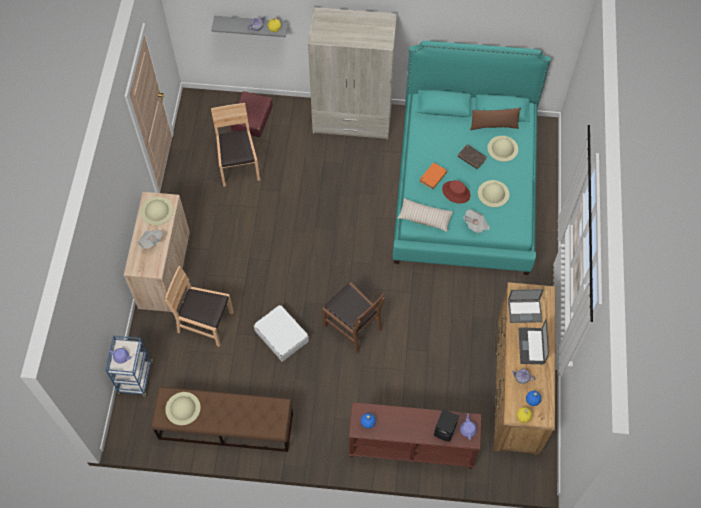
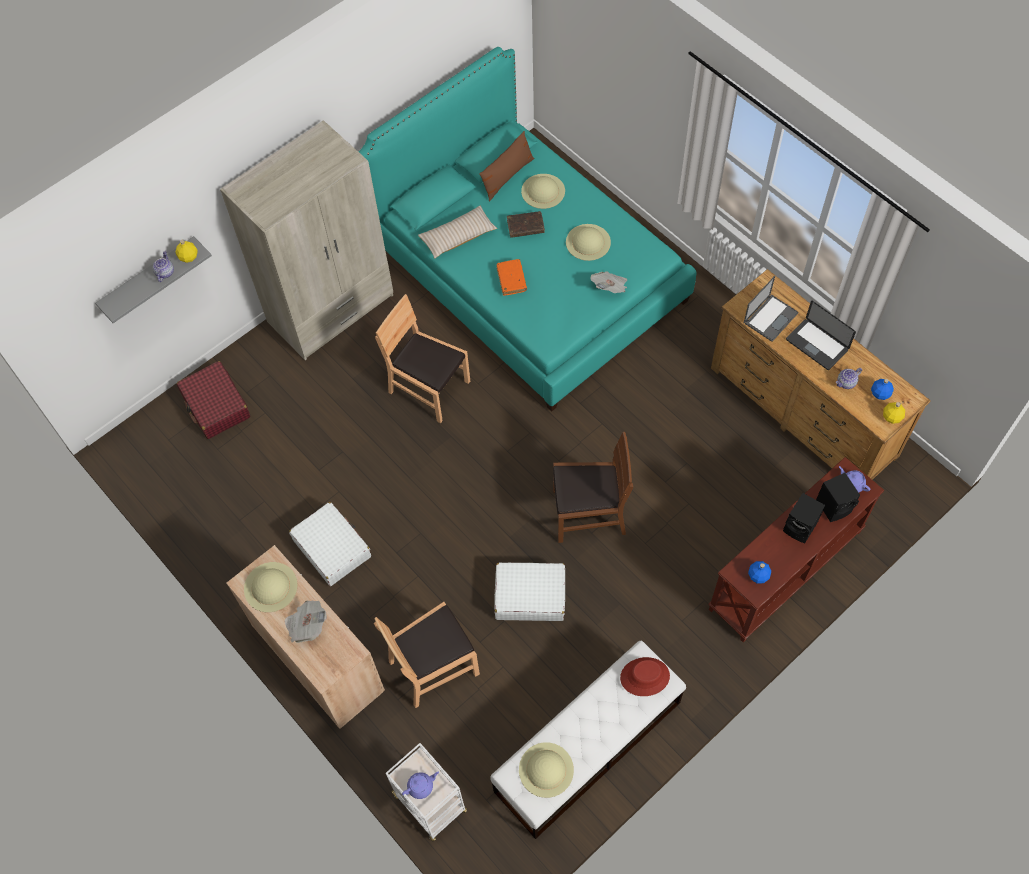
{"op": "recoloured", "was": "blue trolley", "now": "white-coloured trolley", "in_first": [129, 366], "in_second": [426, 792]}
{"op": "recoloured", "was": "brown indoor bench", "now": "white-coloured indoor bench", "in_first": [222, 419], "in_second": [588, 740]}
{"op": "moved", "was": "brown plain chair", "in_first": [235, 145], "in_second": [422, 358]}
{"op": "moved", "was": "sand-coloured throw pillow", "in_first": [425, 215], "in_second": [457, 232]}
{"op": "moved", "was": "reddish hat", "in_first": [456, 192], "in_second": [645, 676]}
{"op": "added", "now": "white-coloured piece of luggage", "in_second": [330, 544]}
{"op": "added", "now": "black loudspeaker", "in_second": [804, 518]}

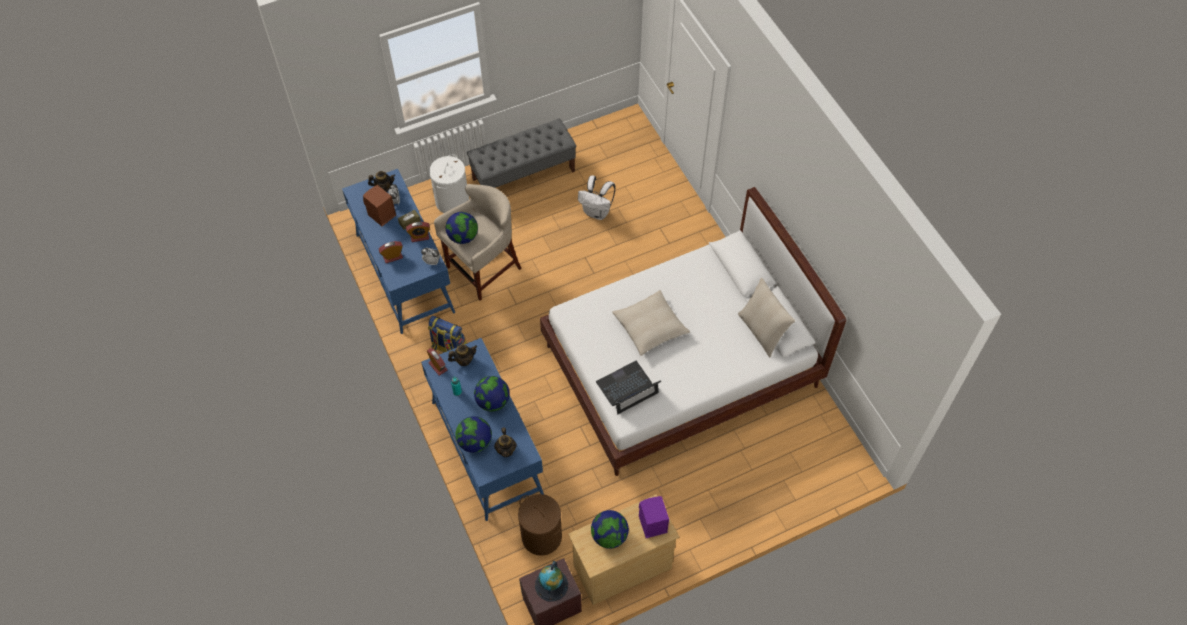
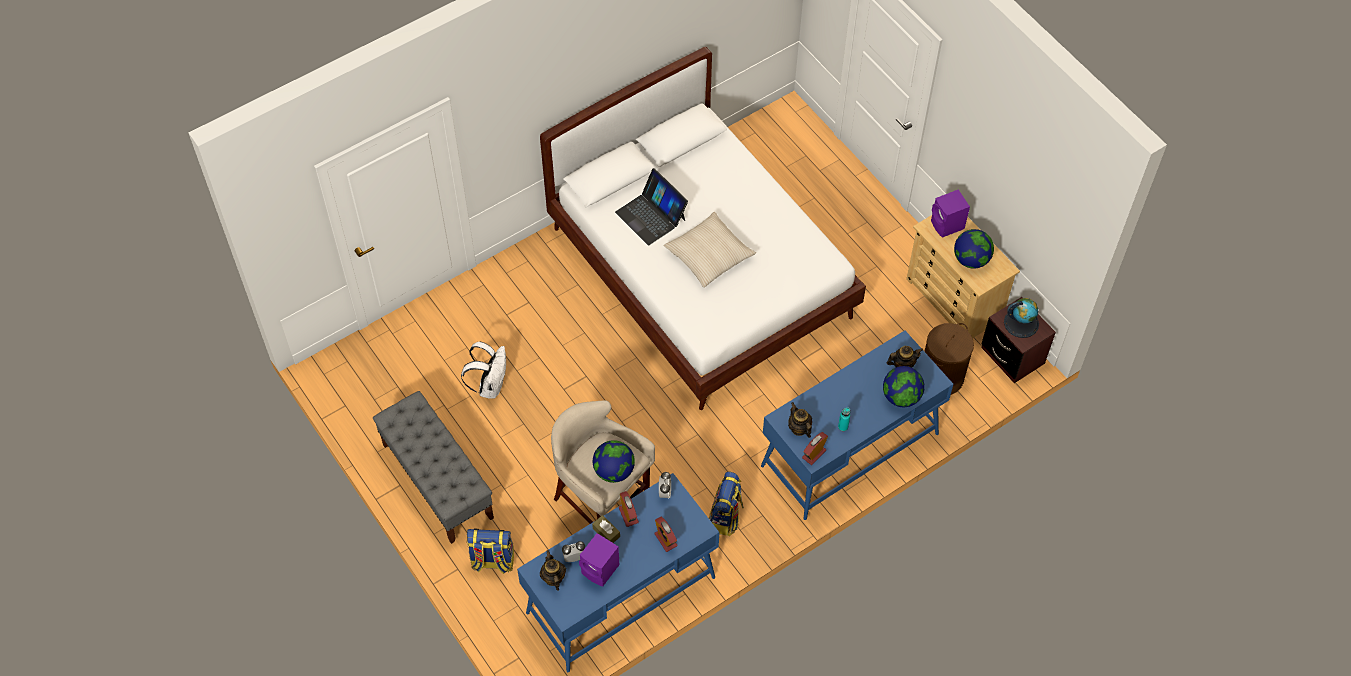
{"op": "recoloured", "was": "brown loudspeaker", "now": "purple-coloured loudspeaker", "in_first": [379, 205], "in_second": [599, 560]}
{"op": "replaced", "was": "white-coloured washing basket", "now": "backpack", "in_first": [449, 183], "in_second": [490, 551]}
{"op": "removed", "was": "world globe", "in_first": [492, 393]}
{"op": "moved", "was": "laptop", "in_first": [628, 387], "in_second": [651, 206]}
{"op": "removed", "was": "sand-coloured throw pillow", "in_first": [766, 317]}

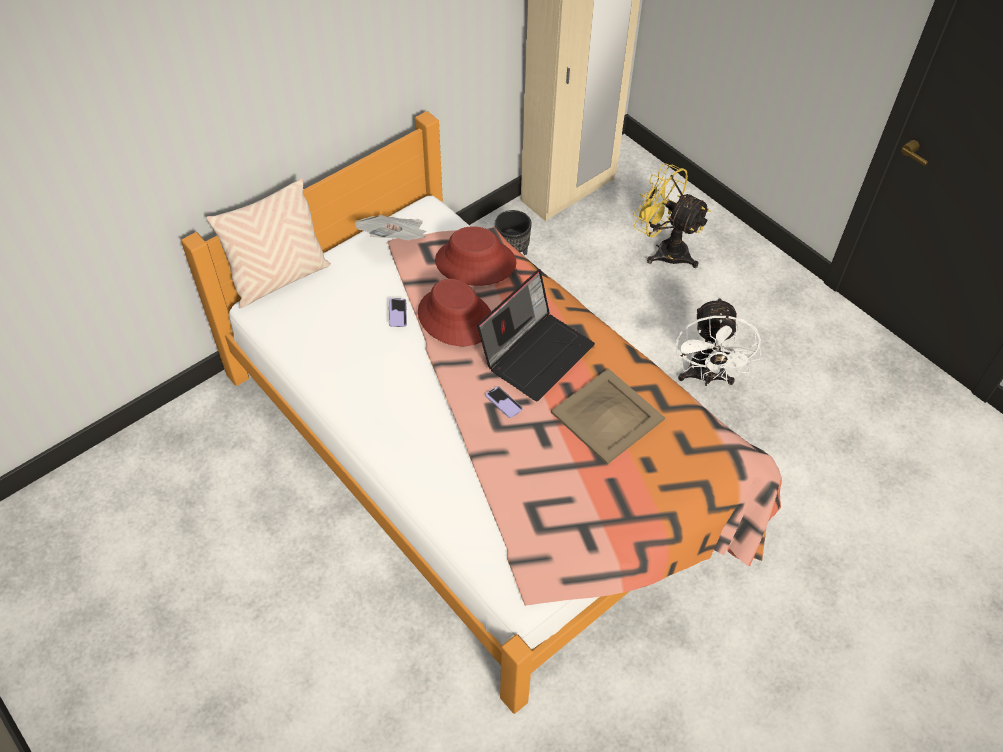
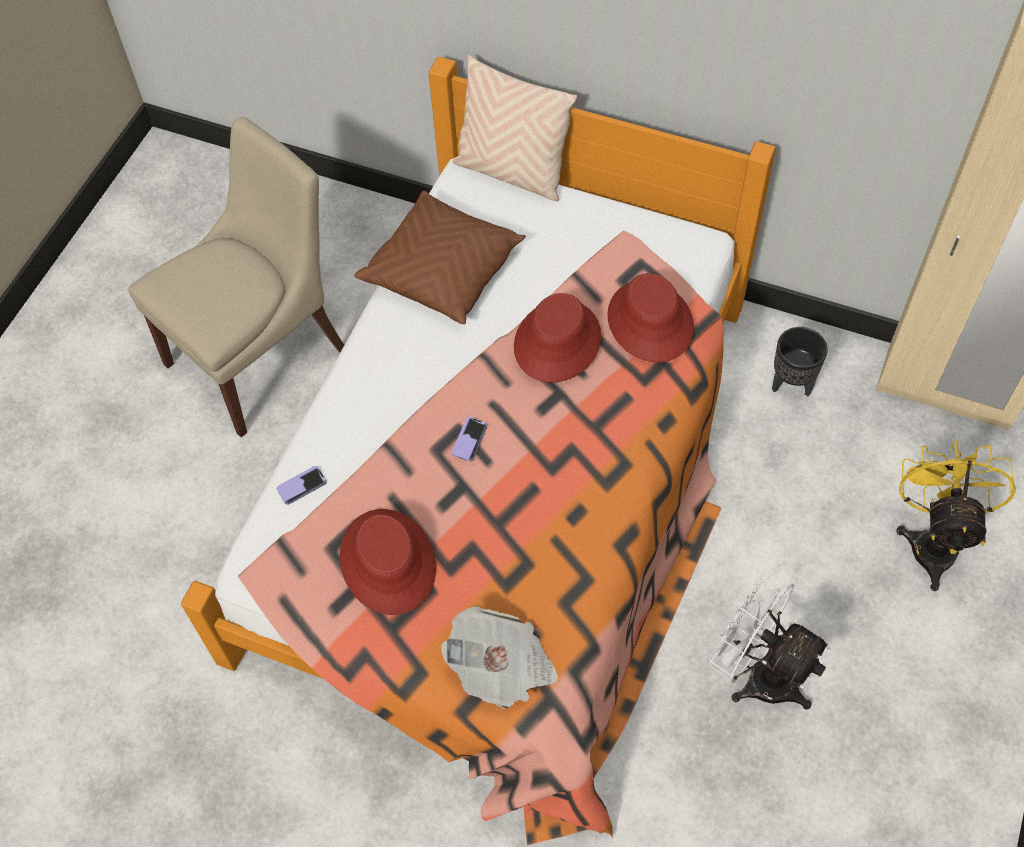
{"op": "moved", "was": "printed paper", "in_first": [390, 227], "in_second": [499, 657]}
{"op": "moved", "was": "telephone", "in_first": [398, 312], "in_second": [302, 485]}
{"op": "removed", "was": "laptop", "in_first": [536, 335]}
{"op": "removed", "was": "sand-coloured tray", "in_first": [608, 416]}
{"op": "turned", "was": "white-coloured cooling fan", "in_first": [718, 341], "in_second": [770, 640], "clockwise": 60}
{"op": "added", "now": "sand-coloured plain chair", "in_second": [236, 277]}
{"op": "added", "now": "reddish hat", "in_second": [388, 562]}
{"op": "added", "now": "brown throw pillow", "in_second": [440, 257]}

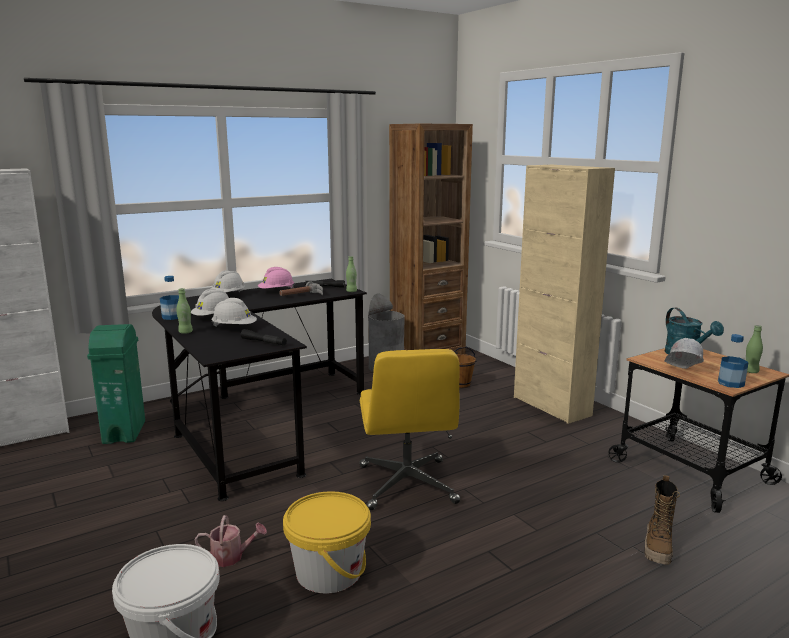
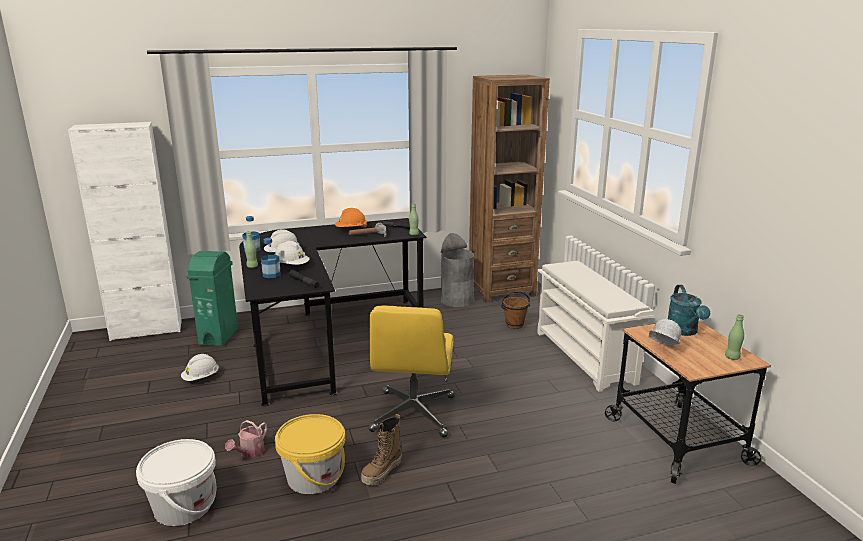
{"op": "turned", "was": "watering pot", "in_first": [231, 541], "in_second": [246, 439], "clockwise": 105}
{"op": "moved", "was": "white-coloured hard hat", "in_first": [228, 281], "in_second": [200, 367]}
{"op": "recoloured", "was": "pinkish hard hat", "now": "orangey hard hat", "in_first": [276, 278], "in_second": [351, 218]}
{"op": "replaced", "was": "sand-coloured cupboard", "now": "white-coloured shoe rack", "in_first": [564, 294], "in_second": [595, 326]}
{"op": "moved", "was": "high-top boot", "in_first": [662, 519], "in_second": [381, 449]}
{"op": "moved", "was": "bottle", "in_first": [733, 361], "in_second": [271, 258]}

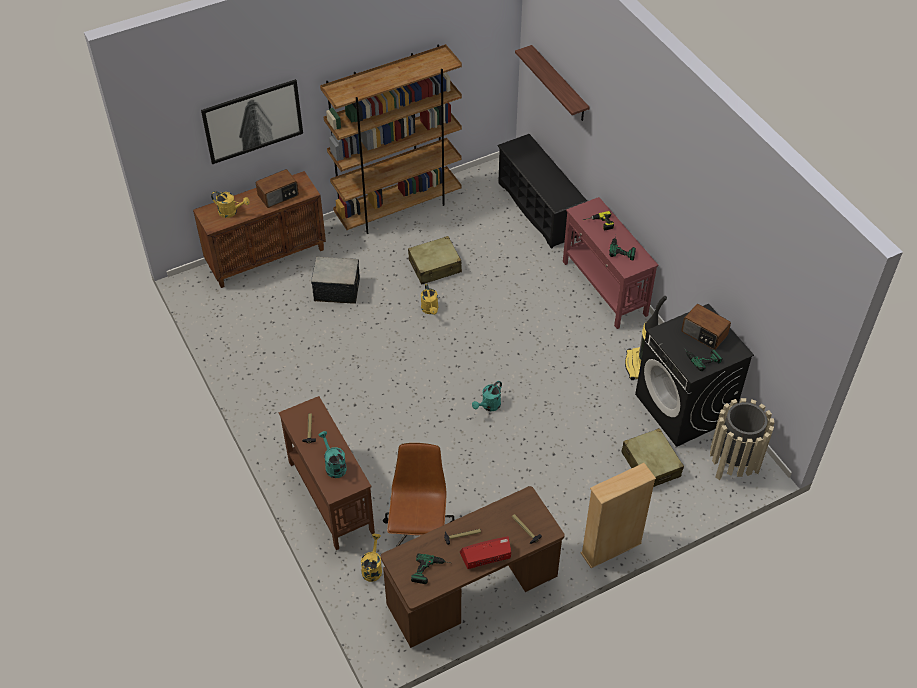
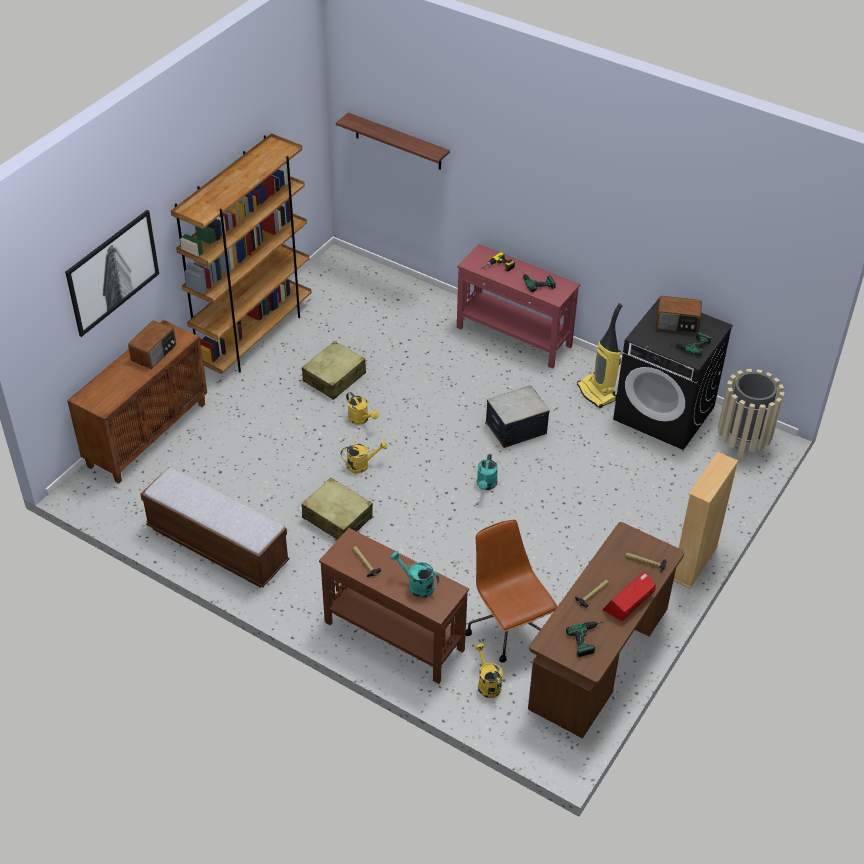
{"op": "moved", "was": "yellowish watering pot", "in_first": [230, 204], "in_second": [364, 457]}
{"op": "moved", "was": "storage box", "in_first": [335, 280], "in_second": [517, 416]}
{"op": "removed", "was": "black shoe rack", "in_first": [542, 191]}
{"op": "moved", "was": "sand-coloured piece of luggage", "in_first": [652, 457], "in_second": [337, 509]}
{"op": "added", "now": "indoor bench", "in_second": [214, 527]}

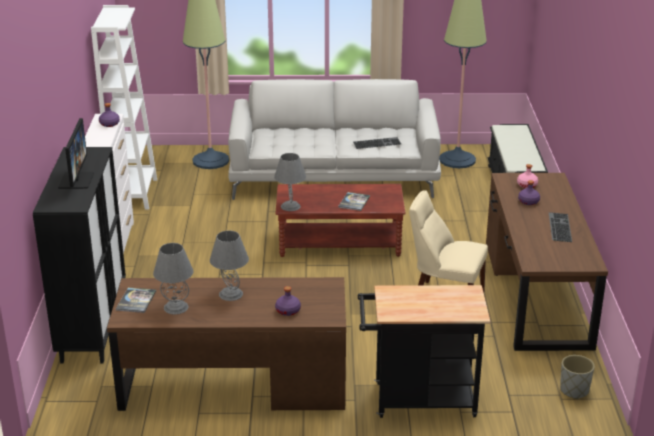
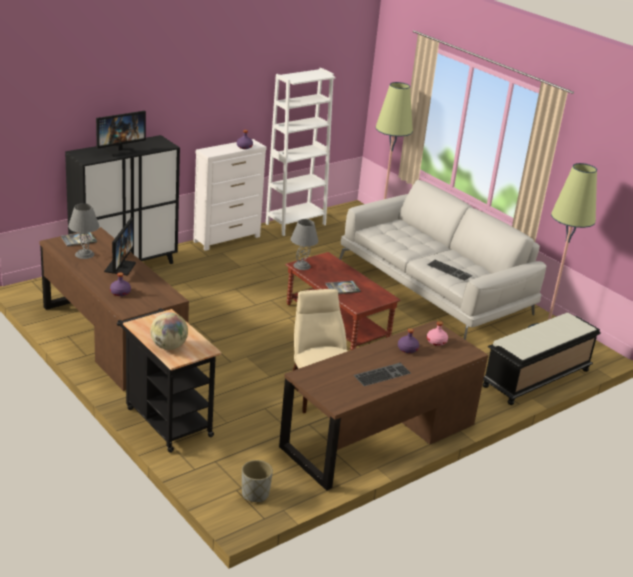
{"op": "replaced", "was": "greyish lamp for a table", "now": "monitor", "in_first": [229, 265], "in_second": [120, 246]}
{"op": "added", "now": "world globe", "in_second": [169, 331]}

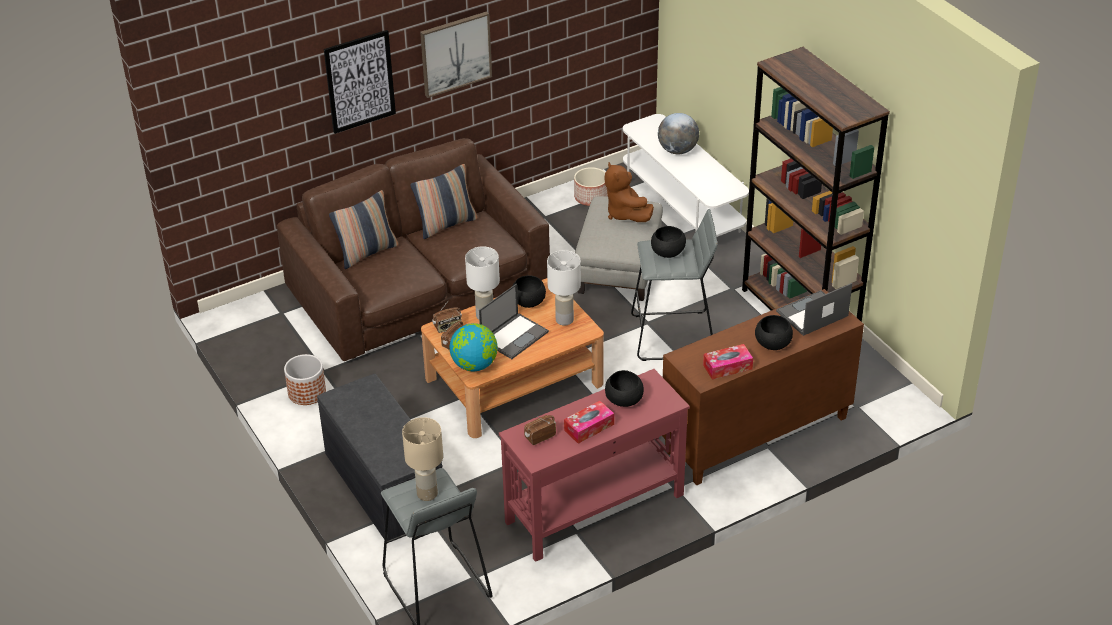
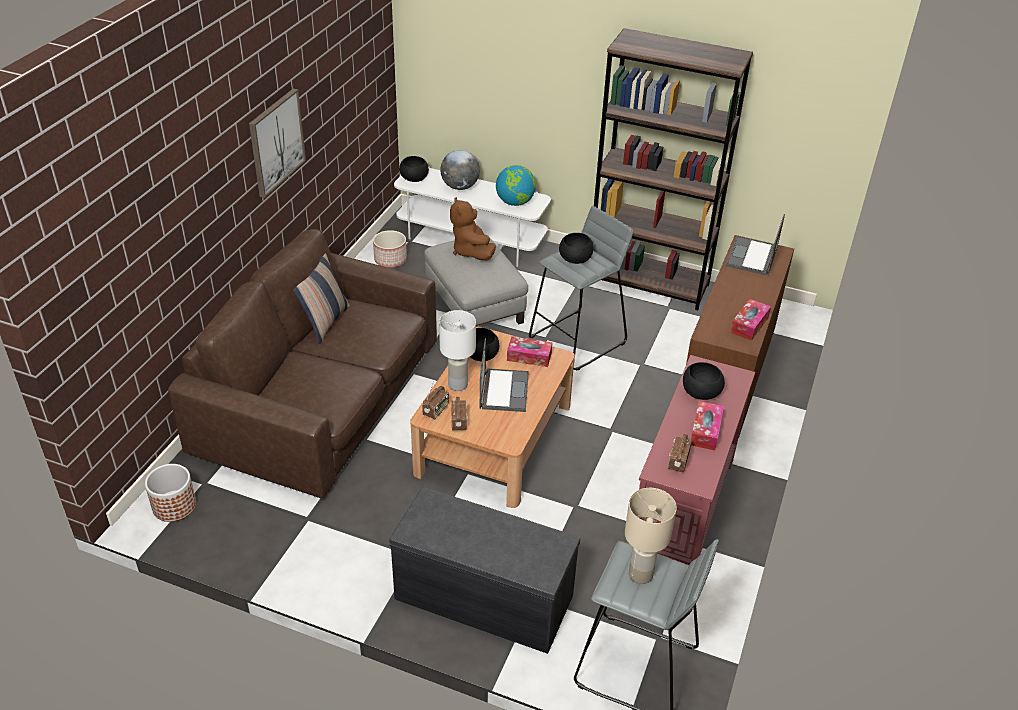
{"op": "moved", "was": "flower pot", "in_first": [305, 379], "in_second": [170, 493]}
{"op": "removed", "was": "picture", "in_first": [360, 82]}
{"op": "removed", "was": "throw pillow", "in_first": [363, 229]}
{"op": "moved", "was": "world globe", "in_first": [473, 347], "in_second": [516, 185]}
{"op": "replaced", "was": "white-coloured lamp for a table", "now": "box of tissues", "in_first": [564, 287], "in_second": [529, 351]}
{"op": "turned", "was": "brown cuddly toy", "in_first": [629, 192], "in_second": [473, 228], "clockwise": 45}
{"op": "moved", "was": "black serving bowl", "in_first": [774, 332], "in_second": [414, 169]}

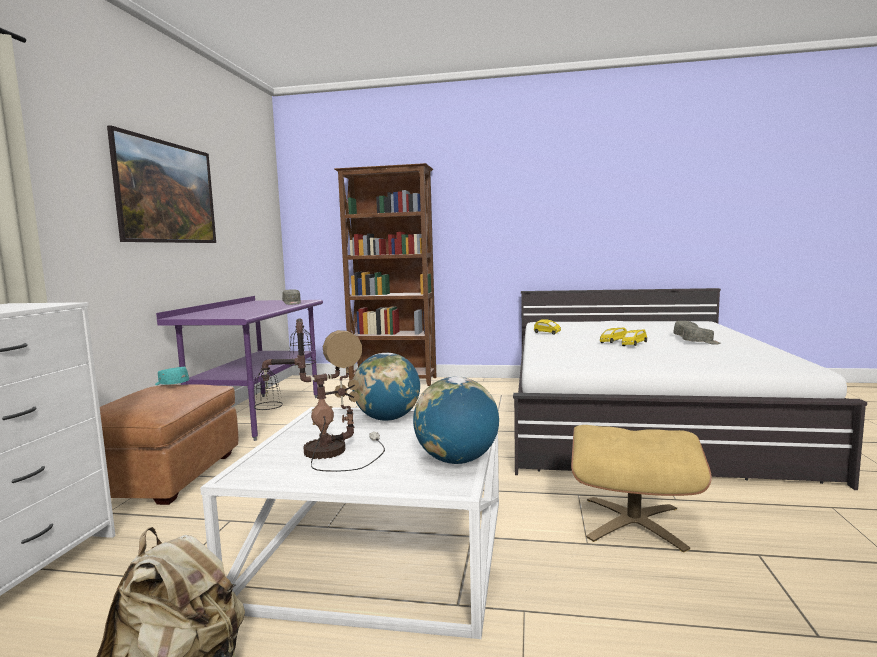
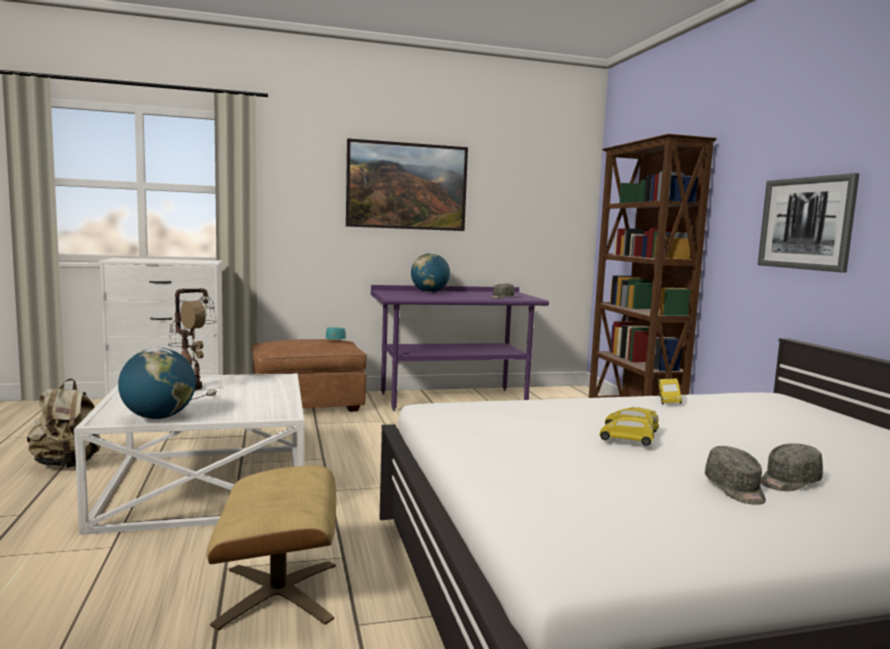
{"op": "moved", "was": "world globe", "in_first": [386, 387], "in_second": [430, 273]}
{"op": "added", "now": "picture", "in_second": [808, 223]}

